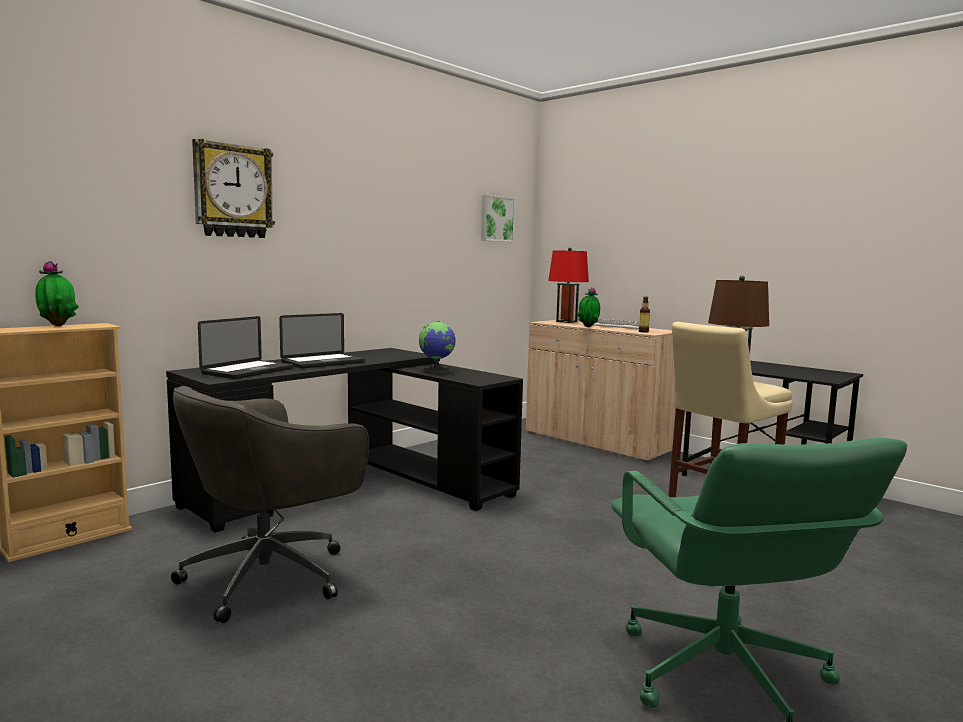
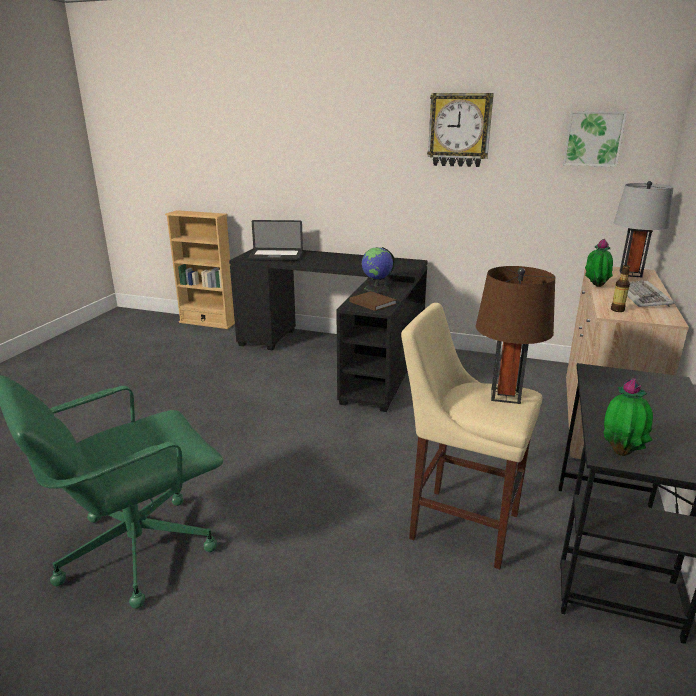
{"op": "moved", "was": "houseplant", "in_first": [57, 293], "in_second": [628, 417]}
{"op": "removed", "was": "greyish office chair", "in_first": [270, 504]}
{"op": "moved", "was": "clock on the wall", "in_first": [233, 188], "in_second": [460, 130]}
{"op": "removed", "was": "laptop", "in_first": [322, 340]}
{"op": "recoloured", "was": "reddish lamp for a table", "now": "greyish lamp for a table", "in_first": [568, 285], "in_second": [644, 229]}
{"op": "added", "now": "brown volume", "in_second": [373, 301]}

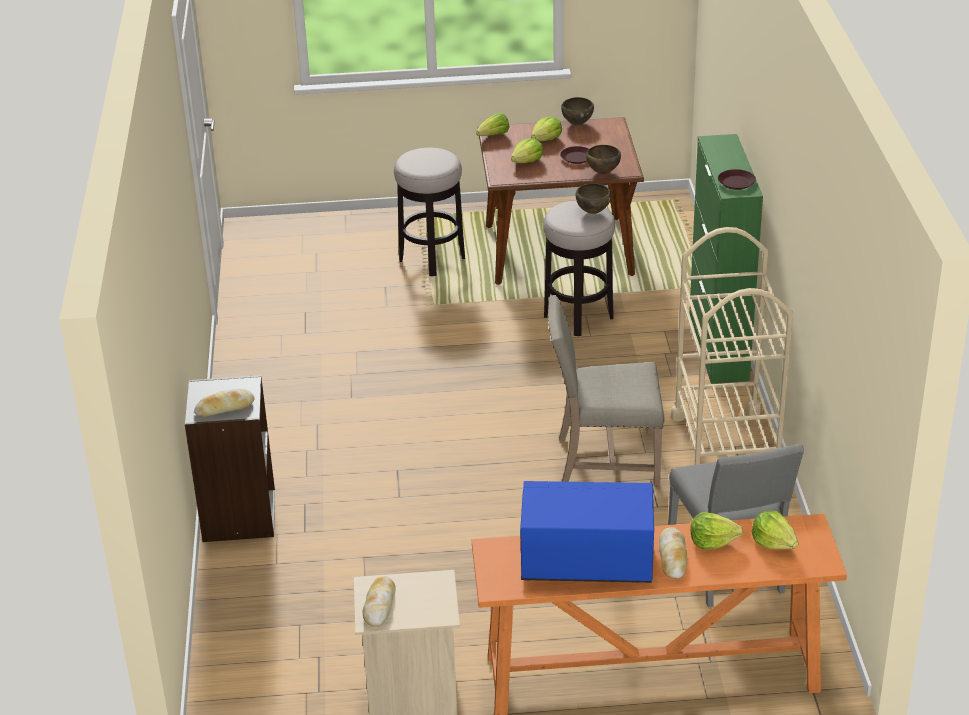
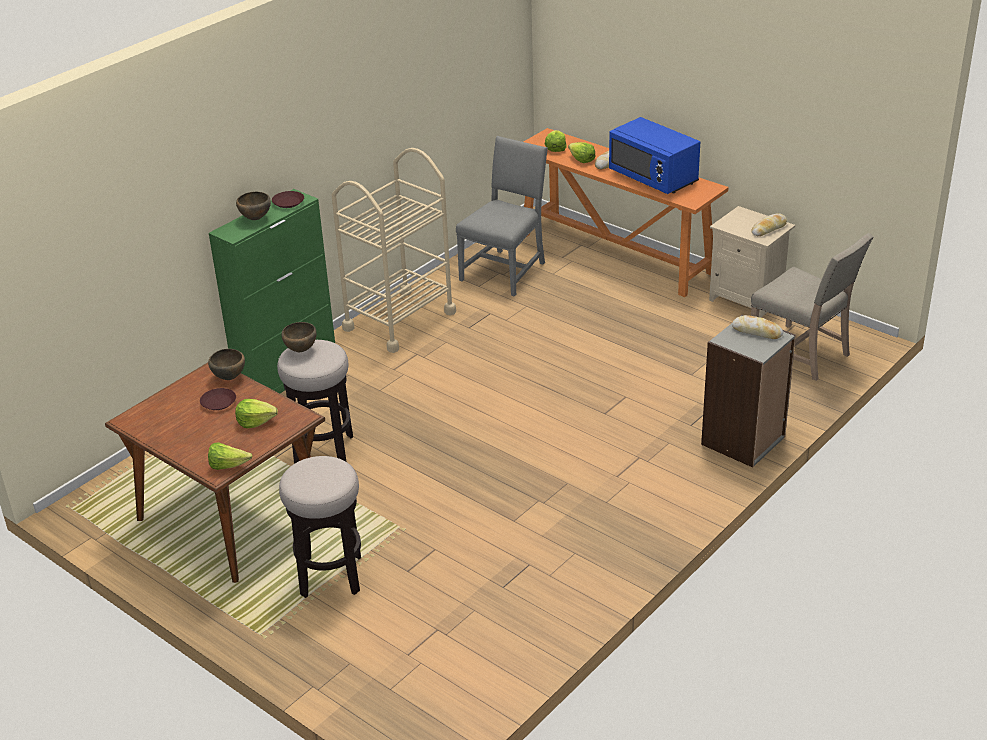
{"op": "removed", "was": "lettuce", "in_first": [546, 129]}
{"op": "moved", "was": "sand-coloured plain chair", "in_first": [606, 390], "in_second": [812, 307]}
{"op": "moved", "was": "brown serving bowl", "in_first": [577, 111], "in_second": [253, 206]}

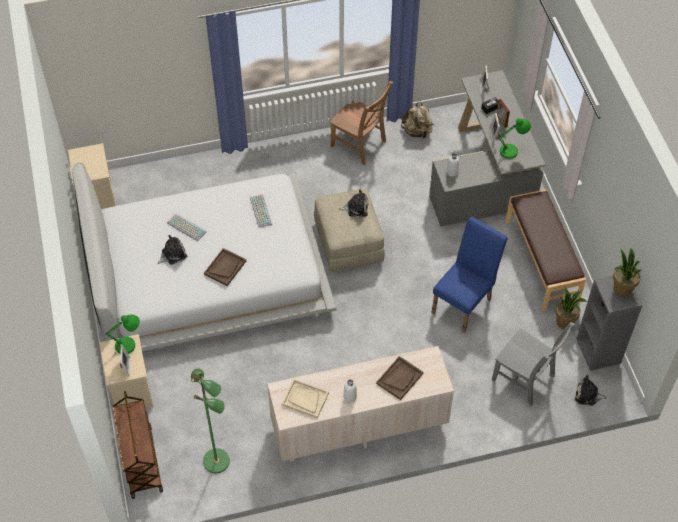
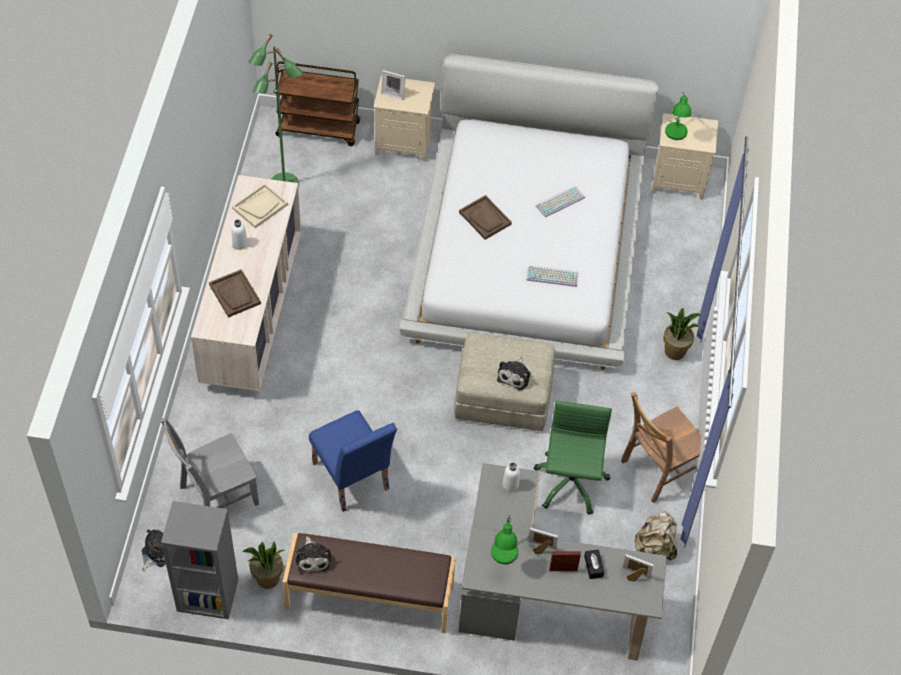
{"op": "moved", "was": "greenish lamp for a table", "in_first": [123, 334], "in_second": [678, 117]}
{"op": "moved", "was": "cuddly toy", "in_first": [172, 250], "in_second": [313, 555]}
{"op": "moved", "was": "houseplant", "in_first": [627, 272], "in_second": [682, 334]}
{"op": "added", "now": "greenish office chair", "in_second": [573, 458]}

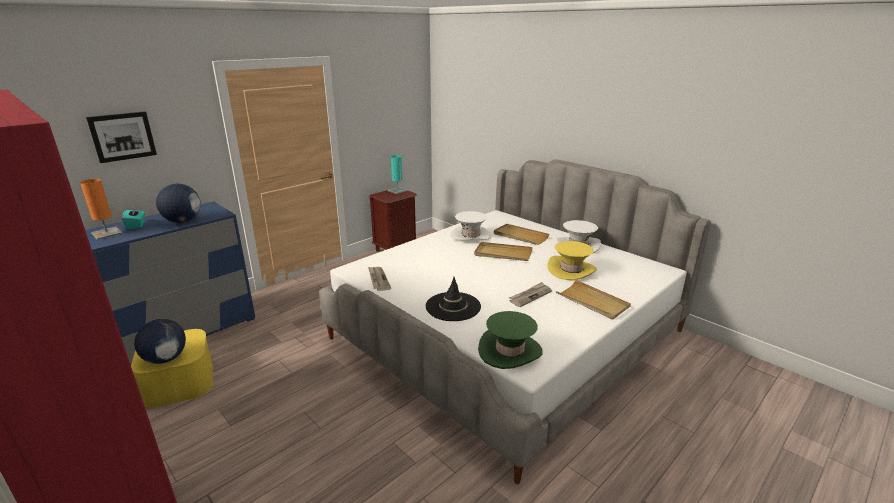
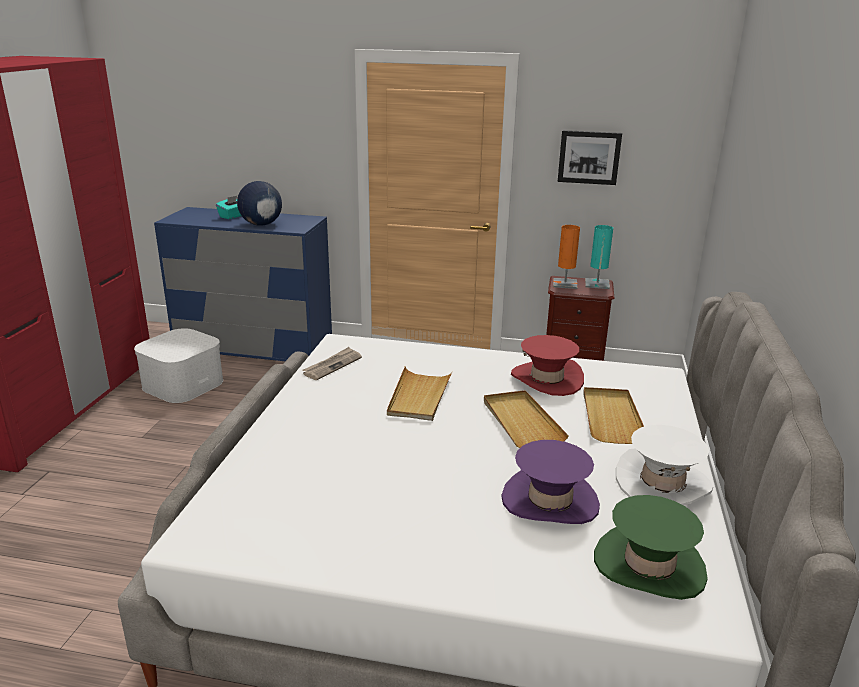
{"op": "moved", "was": "orangey lamp for a table", "in_first": [101, 209], "in_second": [566, 257]}
{"op": "moved", "was": "picture", "in_first": [121, 137], "in_second": [590, 157]}
{"op": "recoloured", "was": "yellowish storage box", "now": "white-coloured storage box", "in_first": [172, 368], "in_second": [178, 365]}
{"op": "removed", "was": "world globe", "in_first": [160, 341]}
{"op": "removed", "was": "black hat", "in_first": [453, 299]}
{"op": "recoloured", "was": "white-coloured hat", "now": "reddish hat", "in_first": [470, 225], "in_second": [547, 365]}
{"op": "moved", "was": "greenish hat", "in_first": [510, 340], "in_second": [650, 547]}
{"op": "removed", "was": "printed paper", "in_first": [530, 294]}
{"op": "recoloured", "was": "yellowish hat", "now": "purple-coloured hat", "in_first": [572, 260], "in_second": [550, 482]}
{"op": "moved", "was": "sand-coloured tray", "in_first": [593, 300], "in_second": [420, 393]}

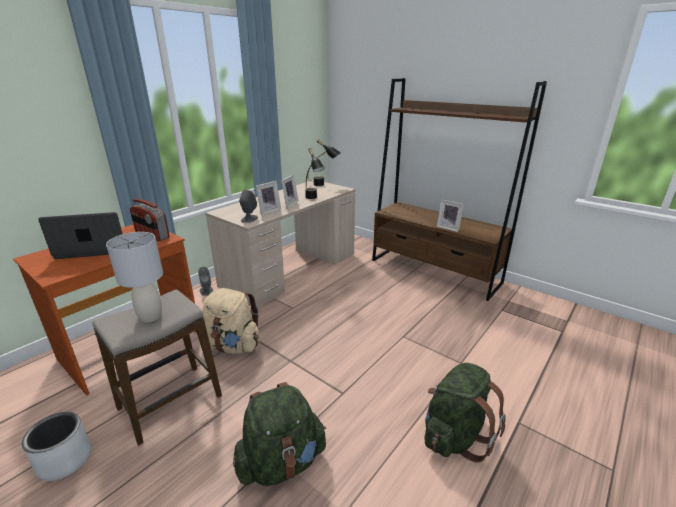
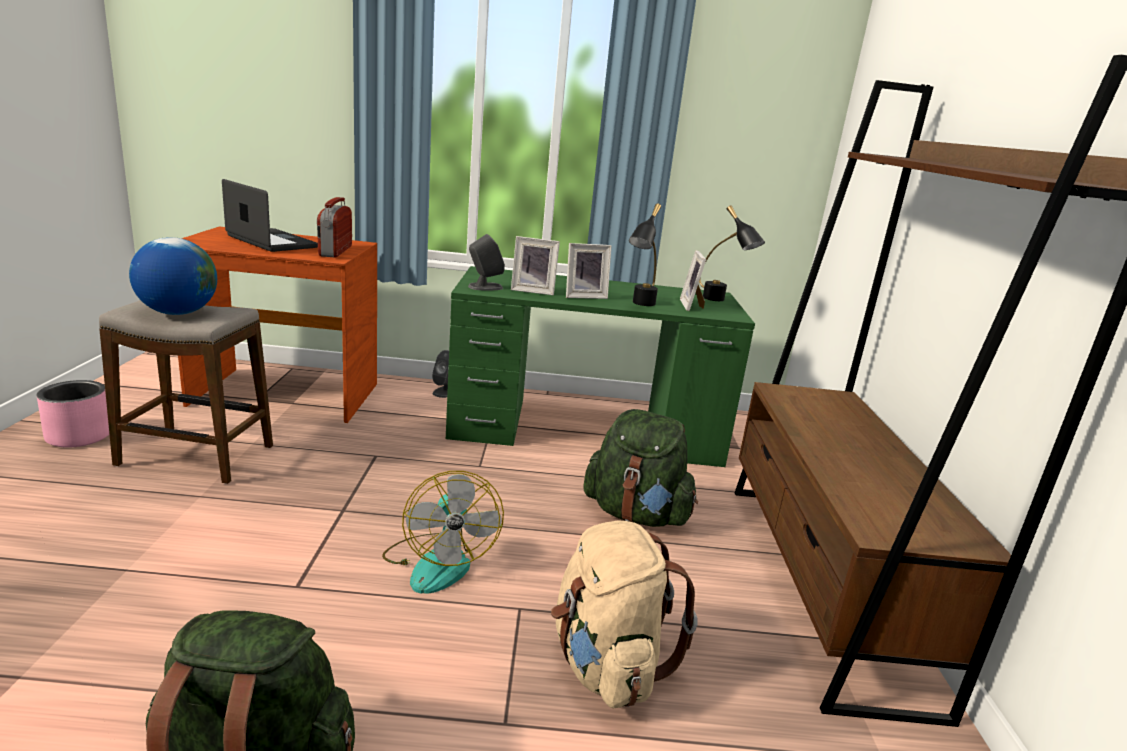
{"op": "recoloured", "was": "greyish flower pot", "now": "pinkish flower pot", "in_first": [56, 446], "in_second": [72, 413]}
{"op": "replaced", "was": "greyish lamp for a table", "now": "world globe", "in_first": [134, 277], "in_second": [173, 276]}
{"op": "moved", "was": "sand-coloured backpack", "in_first": [231, 321], "in_second": [624, 614]}
{"op": "recoloured", "was": "sand-coloured desk table", "now": "greenish desk table", "in_first": [281, 244], "in_second": [600, 366]}
{"op": "moved", "was": "greenish backpack", "in_first": [279, 434], "in_second": [641, 468]}
{"op": "moved", "was": "photo frame", "in_first": [450, 216], "in_second": [693, 280]}
{"op": "added", "now": "cooling fan", "in_second": [443, 532]}

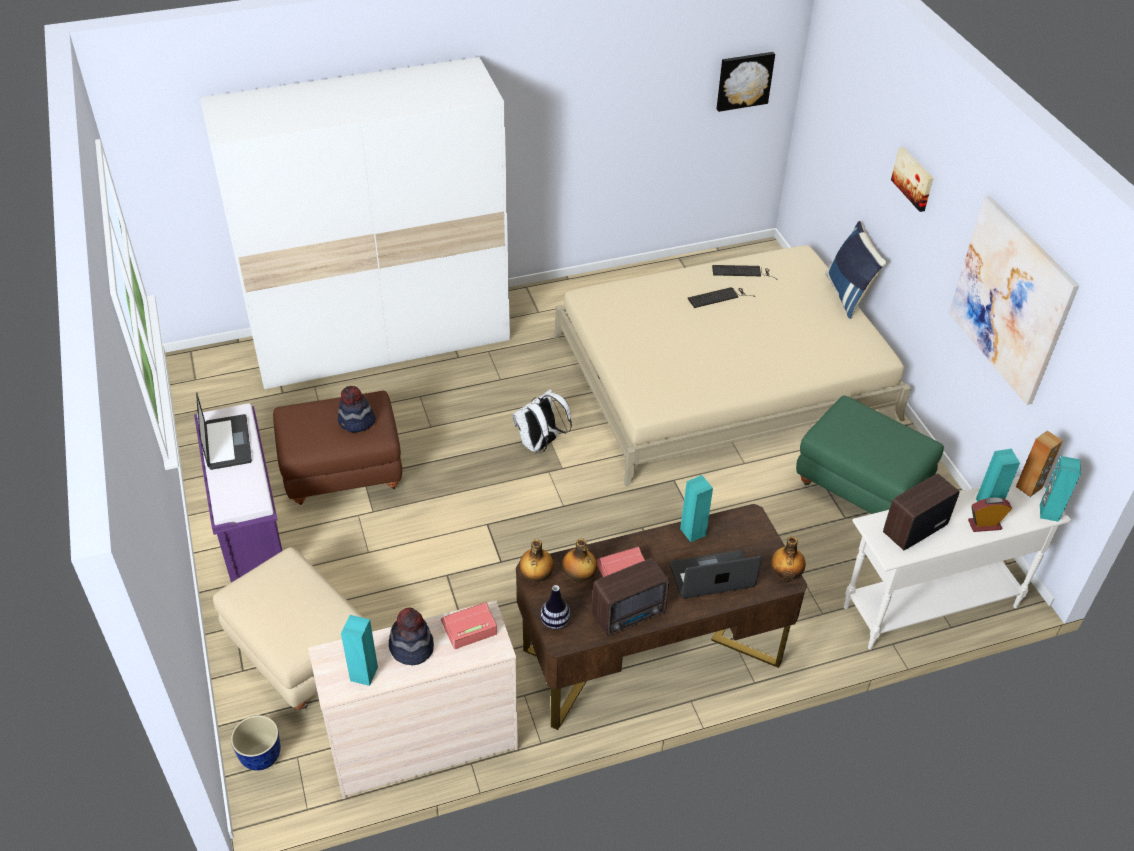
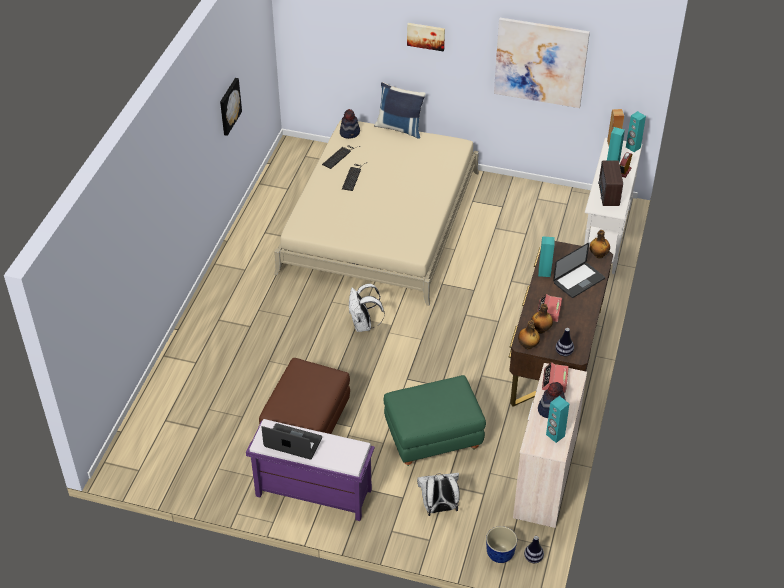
{"op": "removed", "was": "white-coloured clothes cupboard", "in_first": [355, 223]}
{"op": "replaced", "was": "sand-coloured footrest", "now": "white-coloured backpack", "in_first": [288, 628], "in_second": [438, 494]}
{"op": "moved", "was": "hat", "in_first": [357, 409], "in_second": [350, 124]}
{"op": "removed", "was": "radio", "in_first": [630, 597]}
{"op": "turned", "was": "laptop", "in_first": [716, 574], "in_second": [579, 270], "clockwise": -150}
{"op": "moved", "was": "picture", "in_first": [746, 82], "in_second": [231, 107]}
{"op": "moved", "was": "greenish footrest", "in_first": [870, 455], "in_second": [435, 420]}
{"op": "added", "now": "decorative vase", "in_second": [534, 549]}

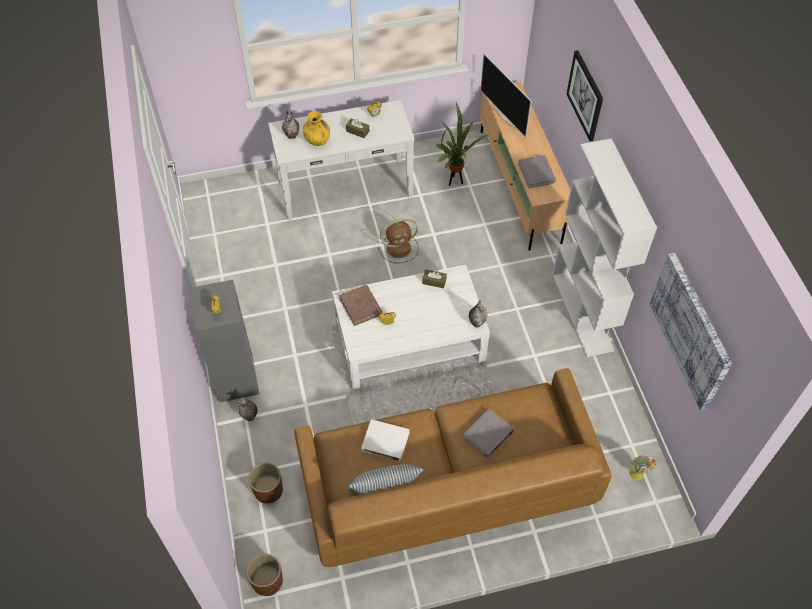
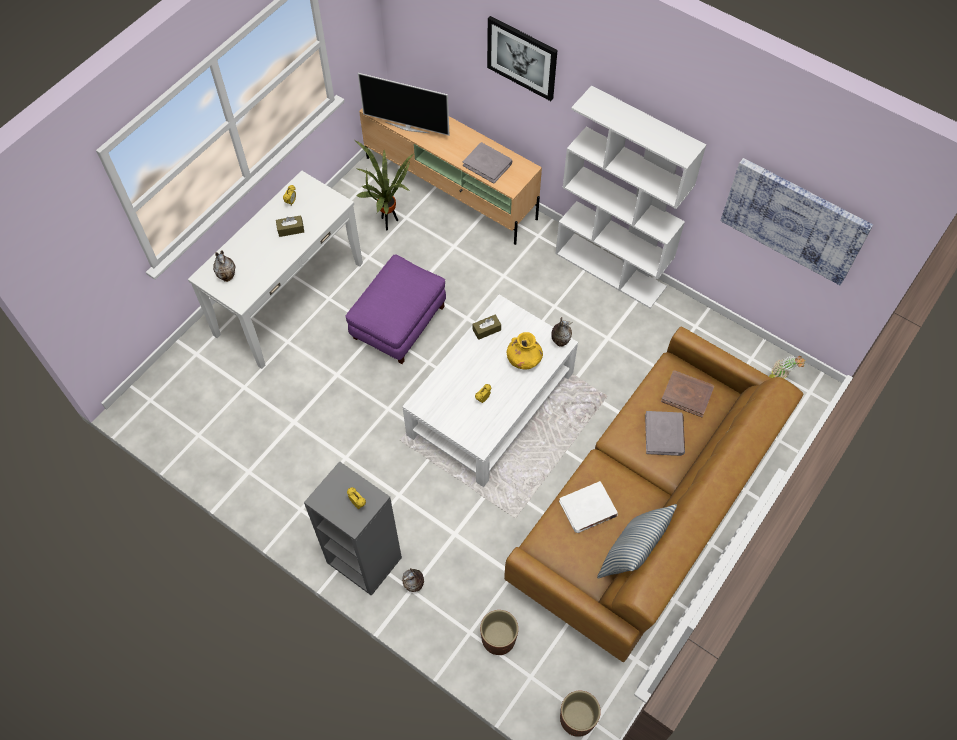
{"op": "moved", "was": "yellowish decorative vase", "in_first": [316, 128], "in_second": [525, 350]}
{"op": "moved", "was": "brown volume", "in_first": [360, 305], "in_second": [687, 393]}
{"op": "replaced", "was": "brown cooling fan", "now": "purple-coloured footrest", "in_first": [398, 241], "in_second": [395, 309]}

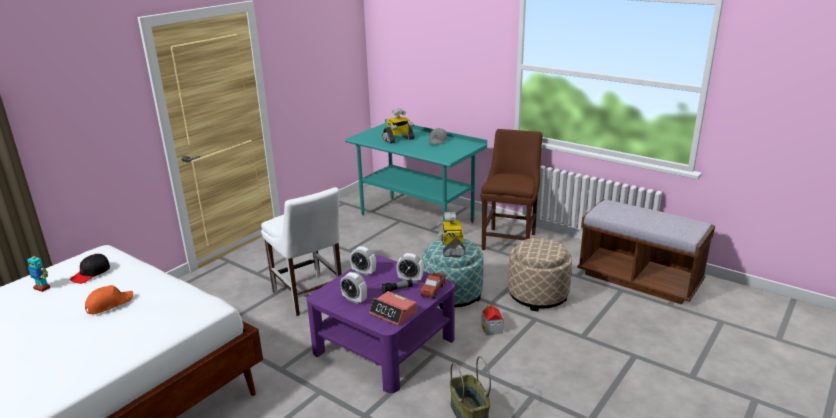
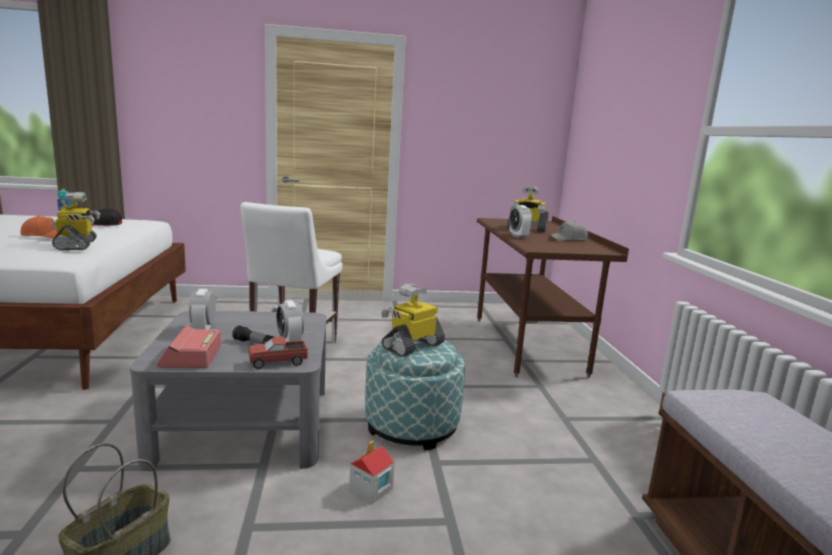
{"op": "recoloured", "was": "purple-coloured lounge table", "now": "greyish lounge table", "in_first": [380, 324], "in_second": [228, 391]}
{"op": "recoloured", "was": "turquoise-coloured desk table", "now": "brown desk table", "in_first": [416, 171], "in_second": [553, 297]}
{"op": "moved", "was": "bedside clock", "in_first": [363, 261], "in_second": [520, 221]}
{"op": "removed", "was": "brown plain chair", "in_first": [511, 189]}
{"op": "removed", "was": "sand-coloured footrest", "in_first": [540, 274]}
{"op": "added", "now": "robot figure", "in_second": [76, 221]}

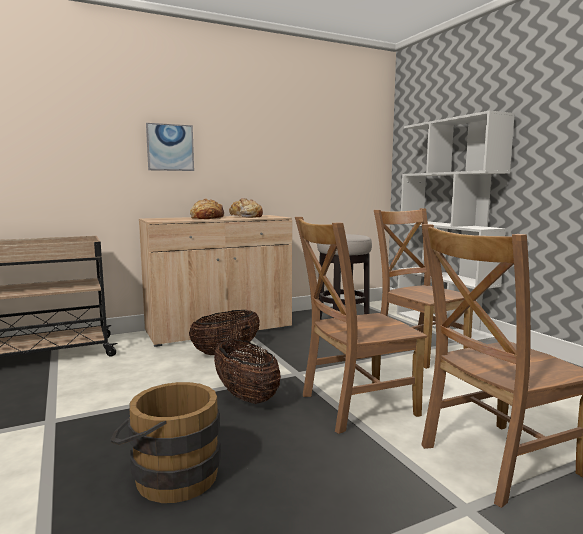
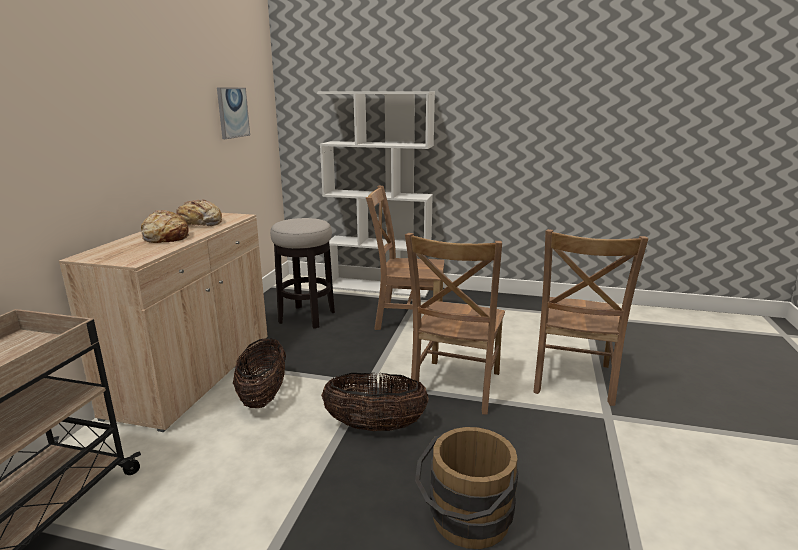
{"op": "moved", "was": "picture", "in_first": [170, 147], "in_second": [233, 113]}

